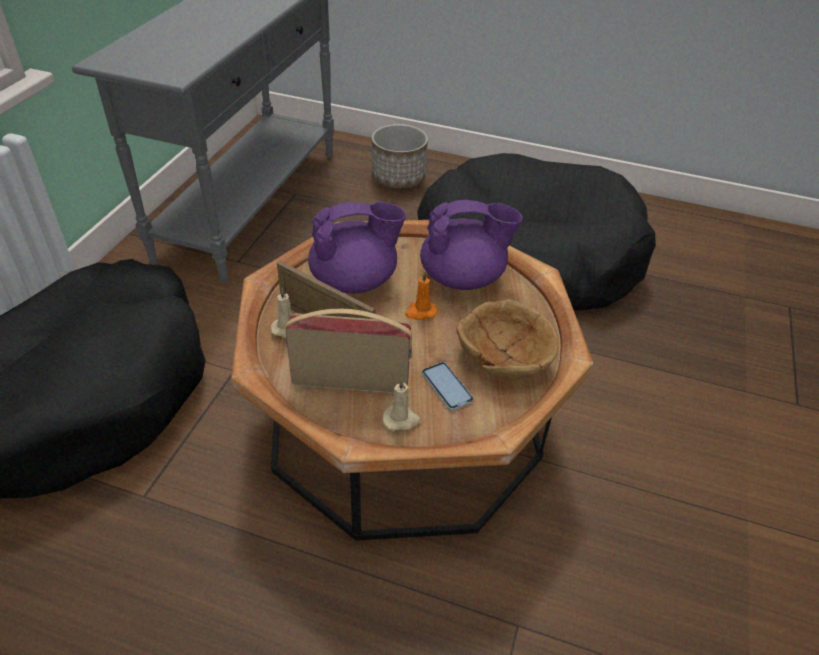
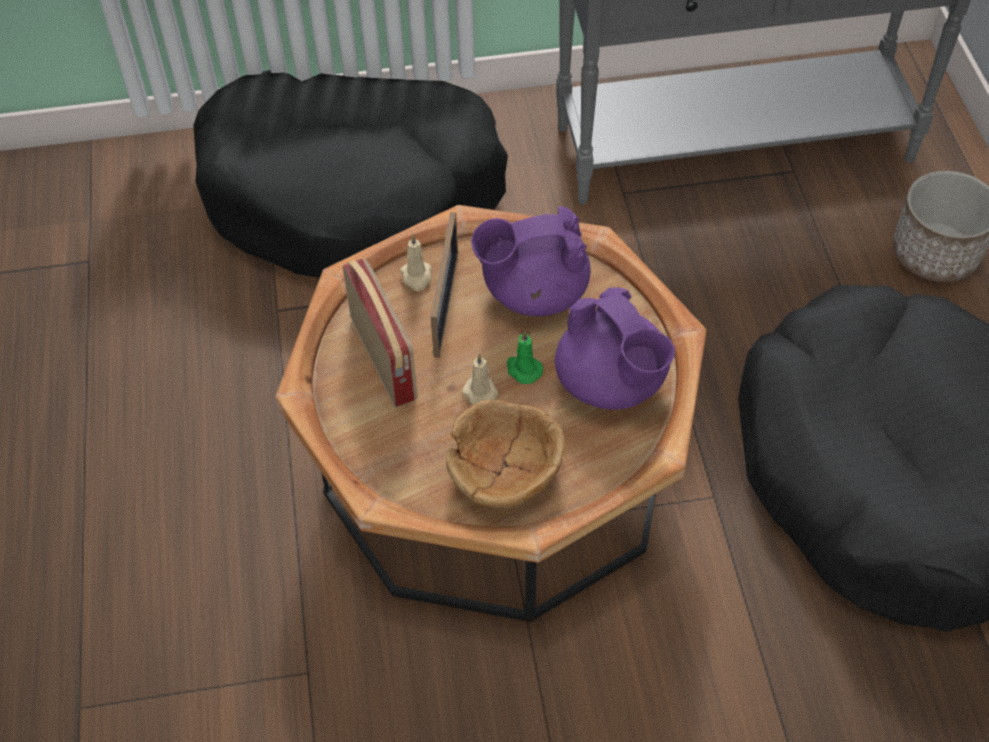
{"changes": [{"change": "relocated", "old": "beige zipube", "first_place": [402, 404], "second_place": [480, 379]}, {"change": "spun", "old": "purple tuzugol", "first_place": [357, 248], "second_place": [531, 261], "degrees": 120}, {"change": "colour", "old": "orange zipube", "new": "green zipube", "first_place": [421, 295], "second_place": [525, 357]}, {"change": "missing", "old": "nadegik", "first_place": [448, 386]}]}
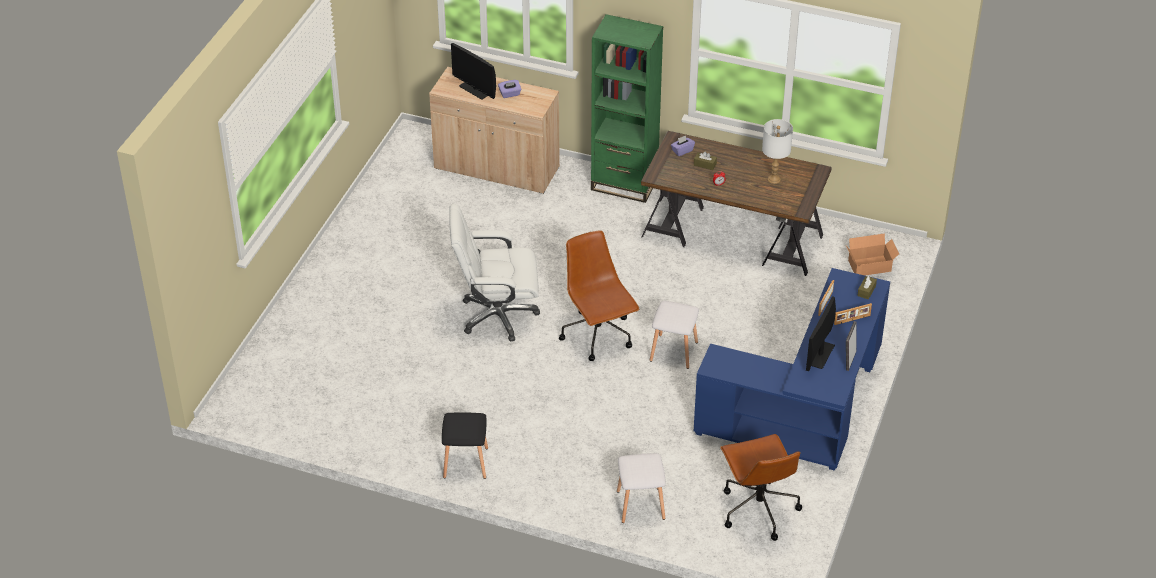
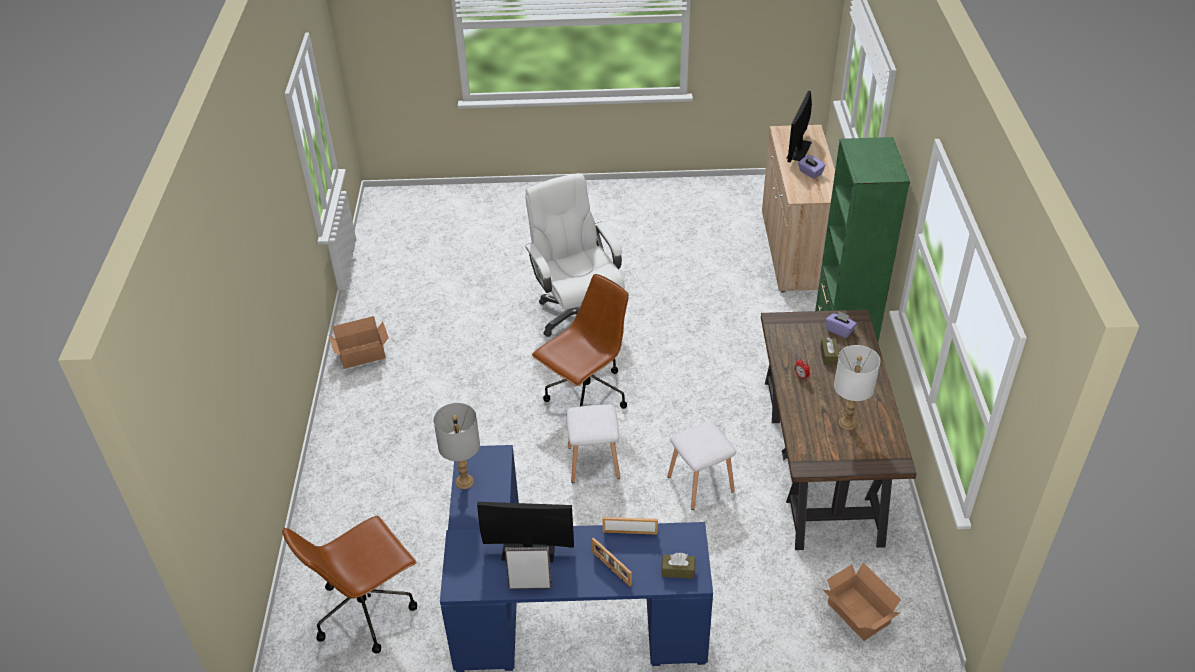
{"changes": [{"change": "exchanged", "old": "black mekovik", "new": "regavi", "first_place": [465, 445], "second_place": [359, 342]}, {"change": "appeared", "new": "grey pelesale", "second_place": [456, 446]}, {"change": "relocated", "old": "white mekovik", "first_place": [641, 488], "second_place": [701, 465]}]}
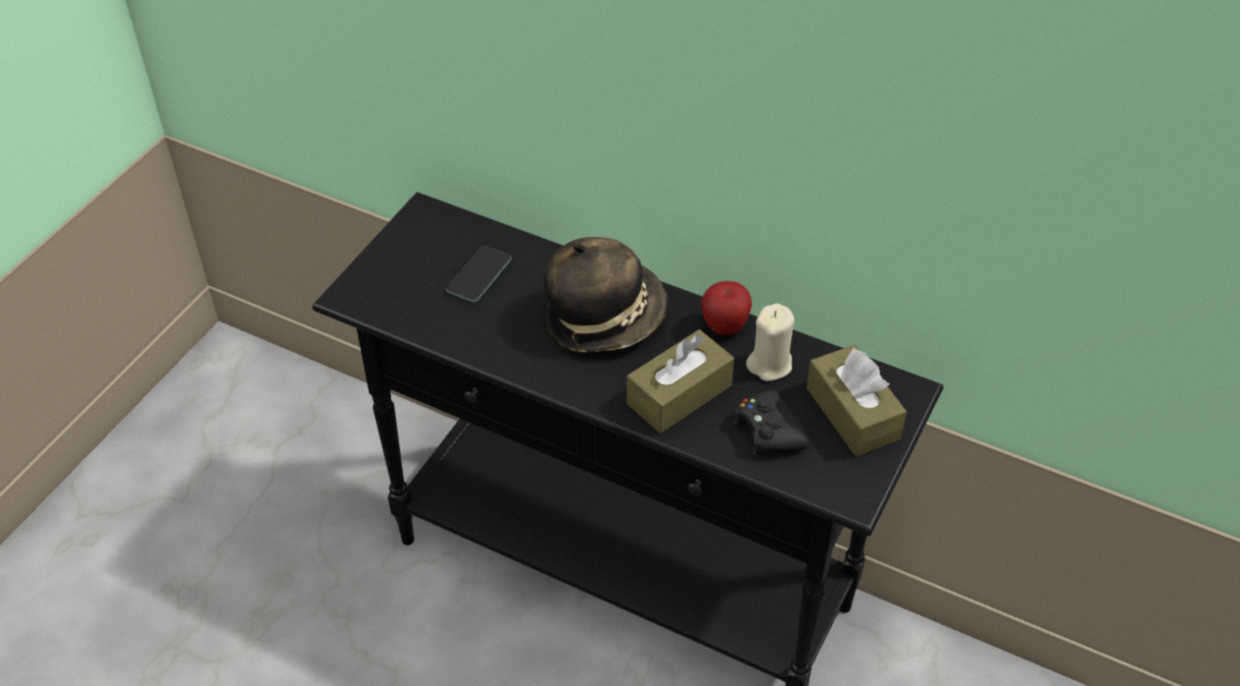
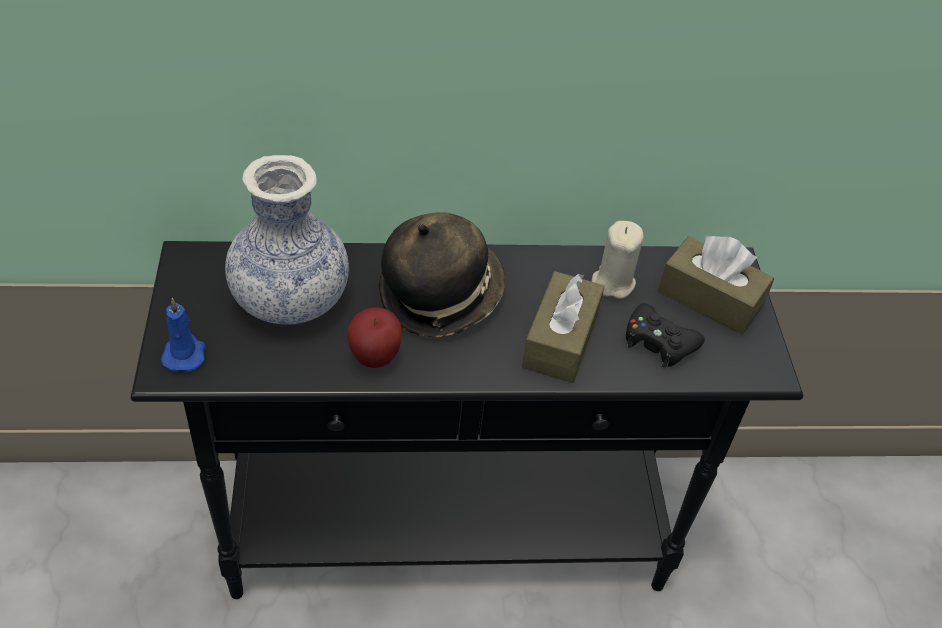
{"changes": [{"change": "appeared", "new": "blue zipube", "second_place": [183, 334]}, {"change": "exchanged", "old": "nadegik", "new": "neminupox", "first_place": [479, 274], "second_place": [287, 240]}, {"change": "relocated", "old": "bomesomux", "first_place": [726, 308], "second_place": [374, 337]}]}
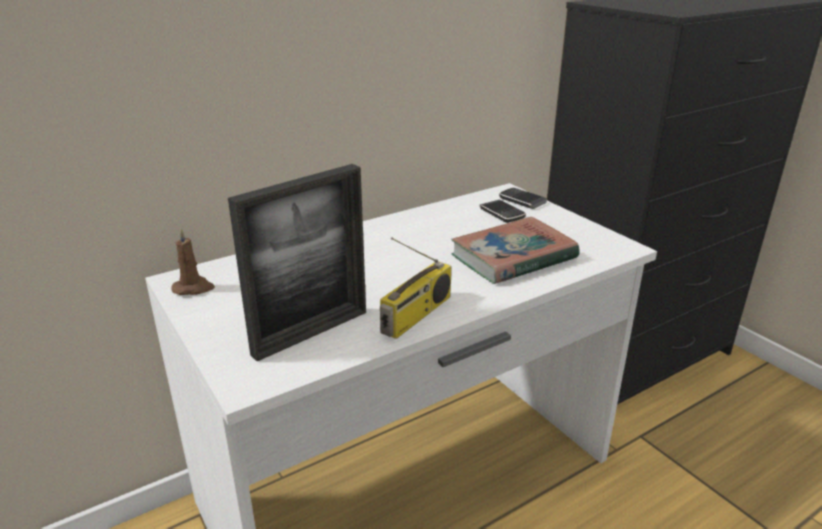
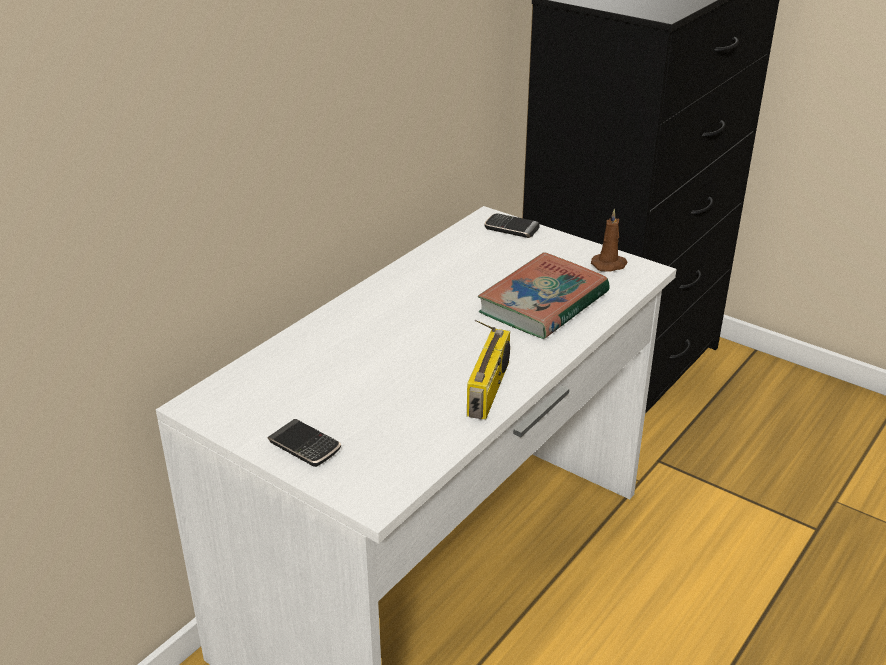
{"changes": [{"change": "relocated", "old": "nadegik", "first_place": [503, 211], "second_place": [304, 443]}, {"change": "relocated", "old": "brown zipube", "first_place": [193, 261], "second_place": [609, 240]}, {"change": "missing", "old": "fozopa", "first_place": [297, 262]}]}
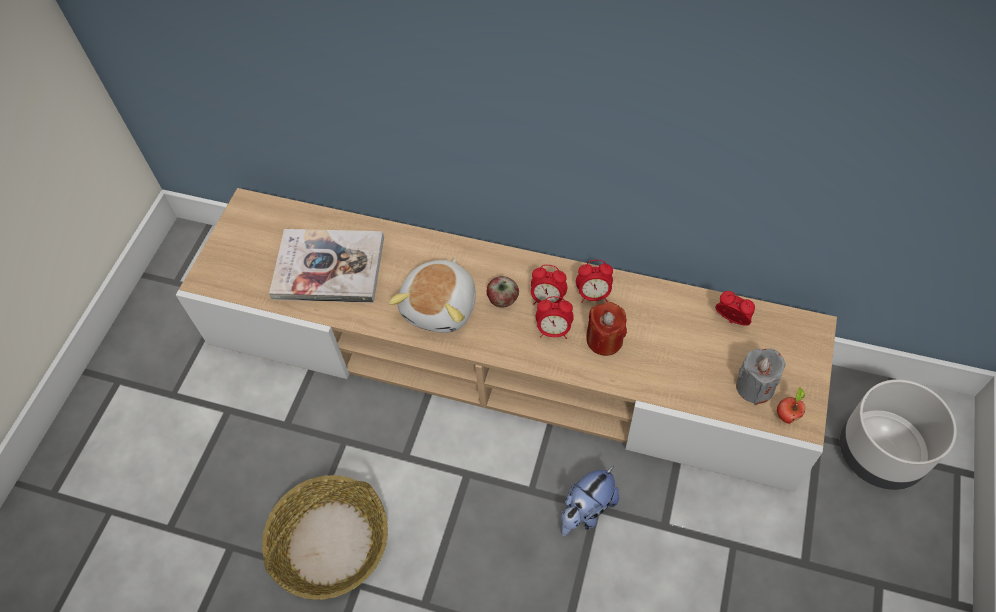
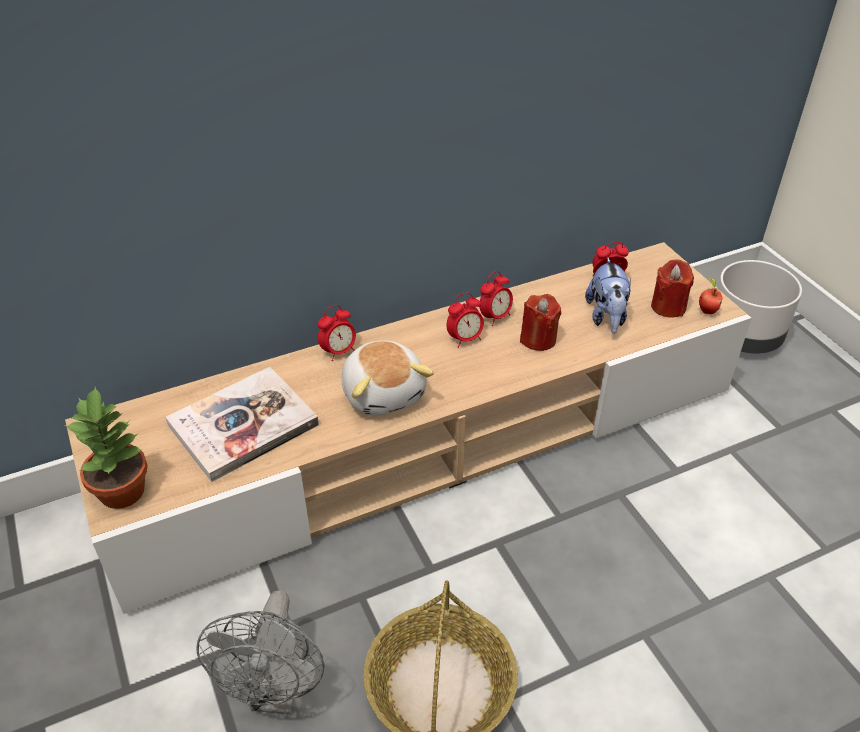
{"changes": [{"change": "appeared", "new": "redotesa", "second_place": [106, 447]}, {"change": "appeared", "new": "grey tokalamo", "second_place": [260, 652]}, {"change": "relocated", "old": "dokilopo", "first_place": [555, 317], "second_place": [337, 333]}, {"change": "relocated", "old": "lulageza", "first_place": [590, 501], "second_place": [608, 295]}, {"change": "colour", "old": "grey zipube", "new": "red zipube", "first_place": [761, 376], "second_place": [672, 288]}, {"change": "missing", "old": "bomesomux", "first_place": [503, 291]}]}
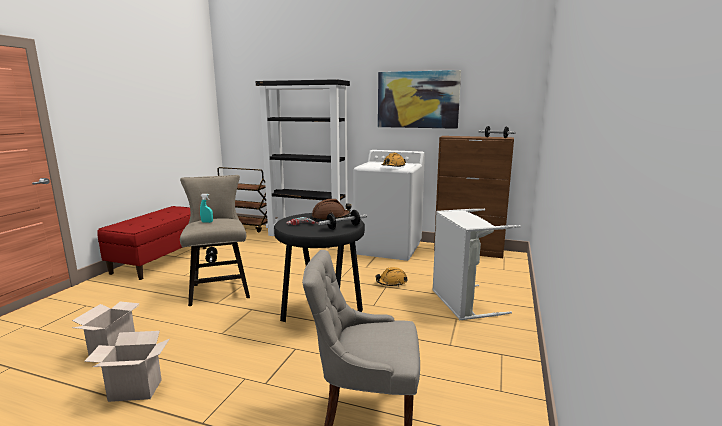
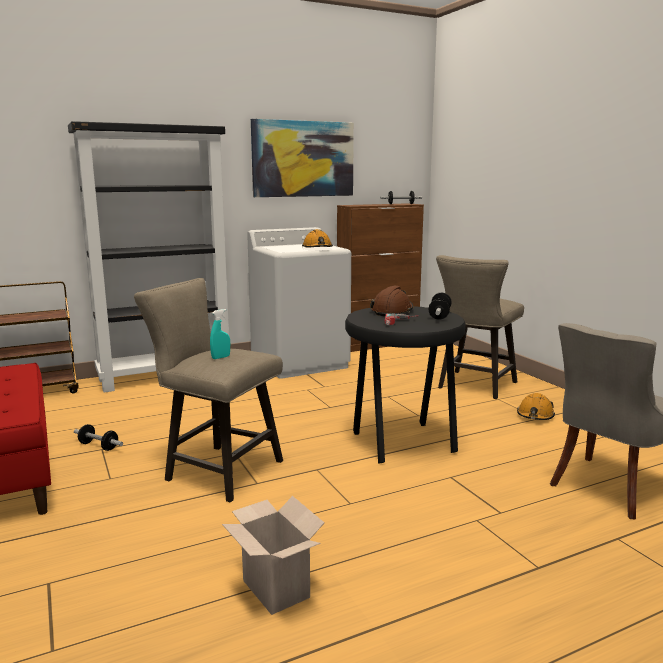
{"changes": [{"change": "exchanged", "old": "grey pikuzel", "new": "beige mekovik", "first_place": [477, 264], "second_place": [480, 327]}, {"change": "relocated", "old": "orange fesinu", "first_place": [392, 277], "second_place": [536, 406]}, {"change": "missing", "old": "regavi", "first_place": [126, 366]}]}
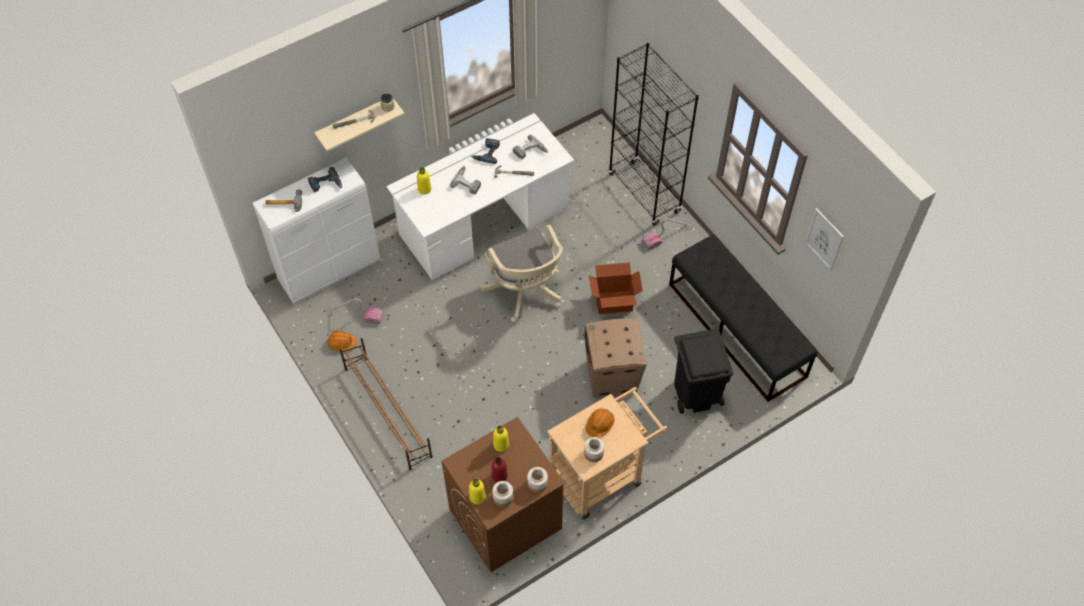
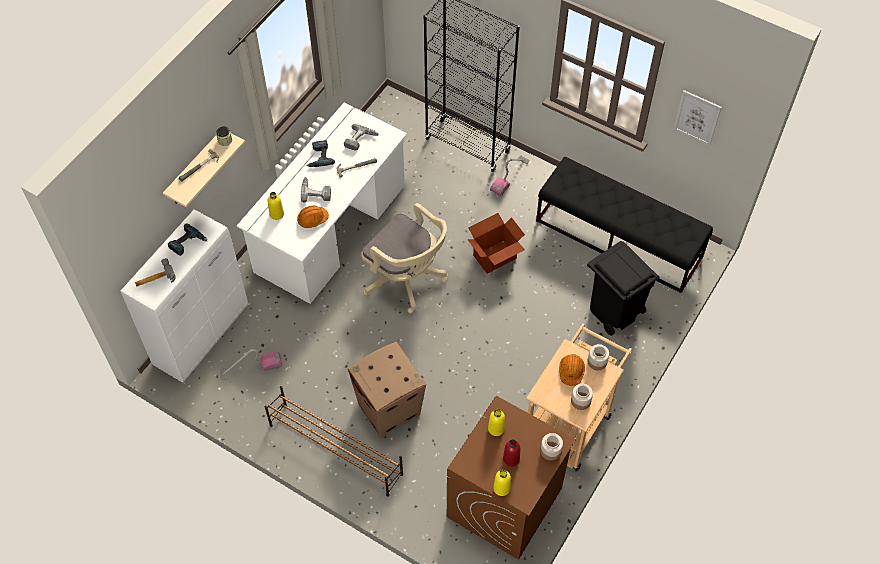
{"changes": [{"change": "relocated", "old": "orange fesinu", "first_place": [342, 341], "second_place": [313, 216]}, {"change": "relocated", "old": "regavi", "first_place": [615, 358], "second_place": [387, 389]}, {"change": "relocated", "old": "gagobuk", "first_place": [502, 494], "second_place": [598, 357]}]}
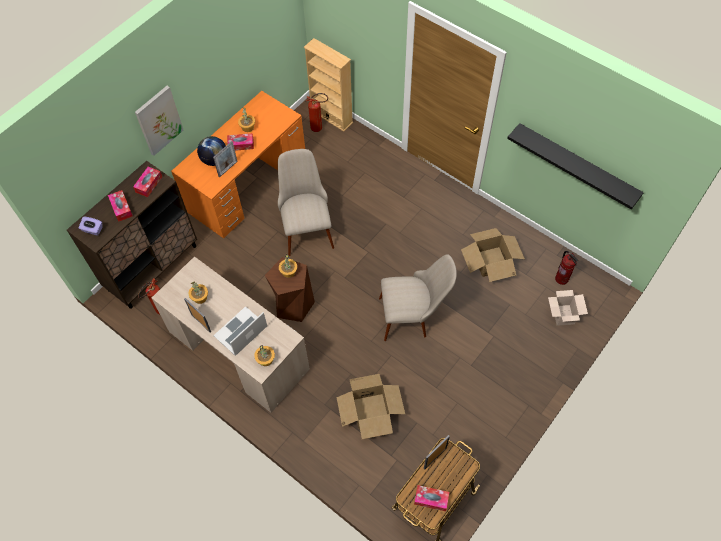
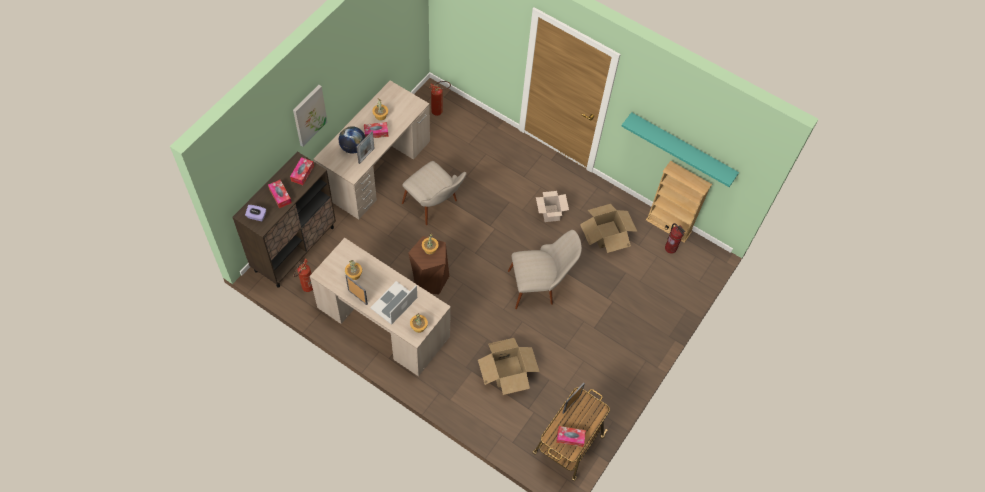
{"changes": [{"change": "colour", "old": "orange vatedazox", "new": "beige vatedazox", "first_place": [238, 164], "second_place": [371, 150]}, {"change": "spun", "old": "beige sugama", "first_place": [306, 203], "second_place": [434, 193], "degrees": 150}, {"change": "relocated", "old": "regavi", "first_place": [568, 308], "second_place": [552, 206]}, {"change": "colour", "old": "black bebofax", "new": "turquoise bebofax", "first_place": [575, 166], "second_place": [680, 149]}, {"change": "relocated", "old": "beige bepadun", "first_place": [328, 85], "second_place": [679, 202]}]}
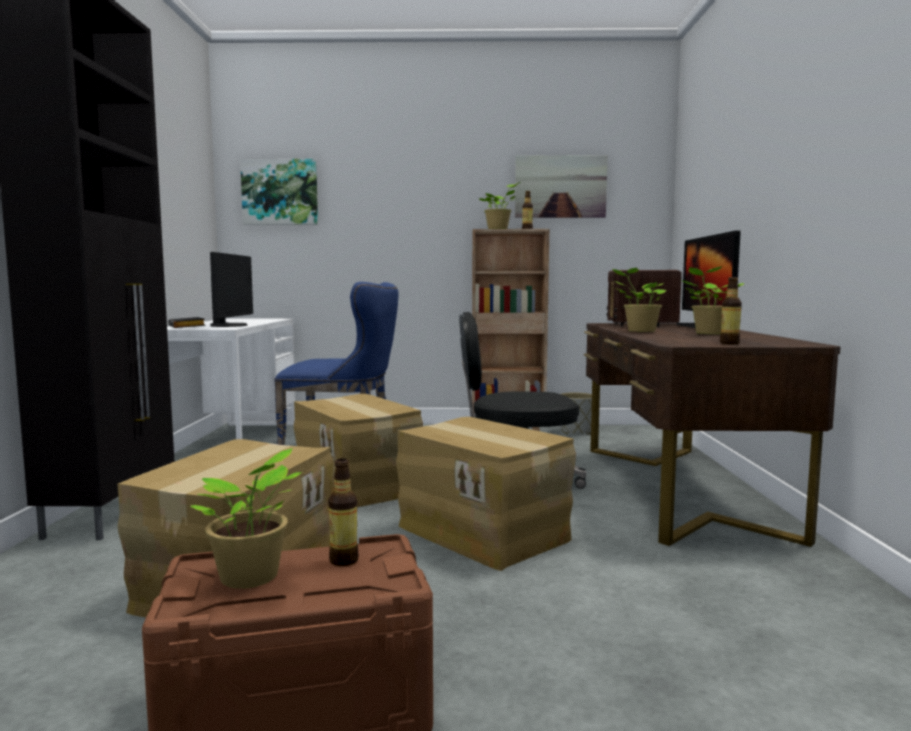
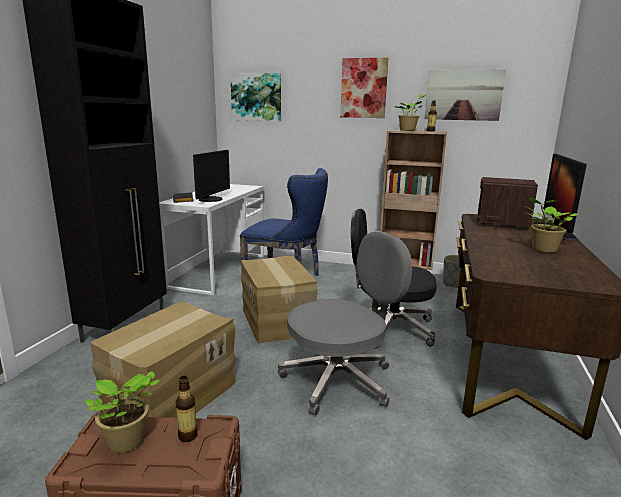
{"changes": [{"change": "exchanged", "old": "regavi", "new": "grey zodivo", "first_place": [486, 494], "second_place": [345, 323]}, {"change": "appeared", "new": "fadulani", "second_place": [364, 88]}, {"change": "missing", "old": "redotesa", "first_place": [639, 300]}, {"change": "missing", "old": "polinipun", "first_place": [731, 310]}]}
